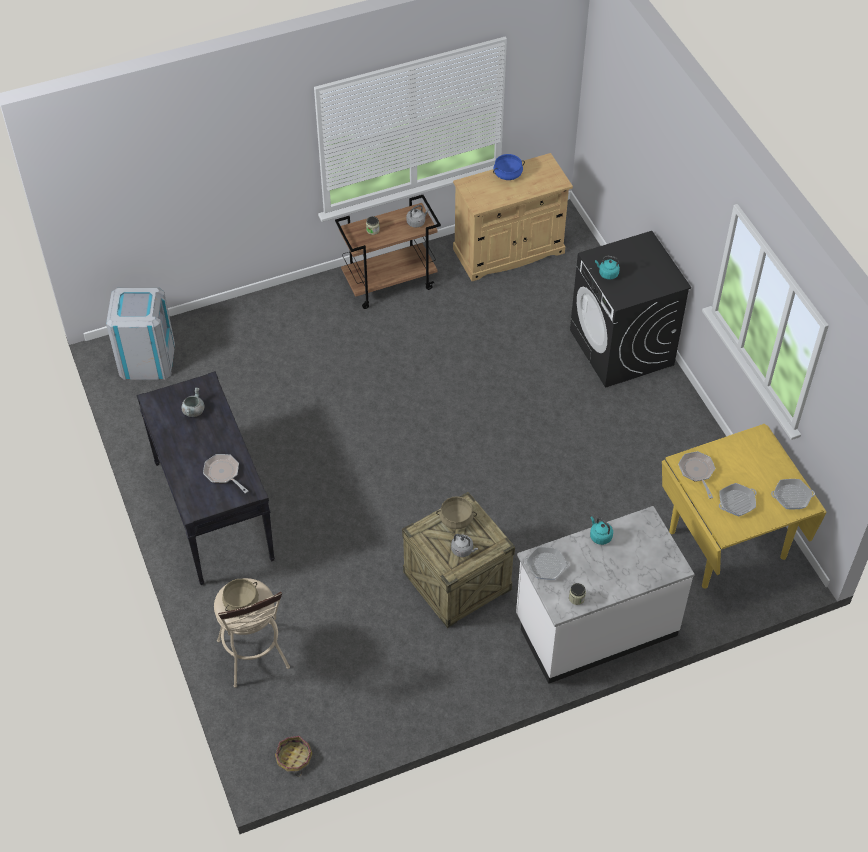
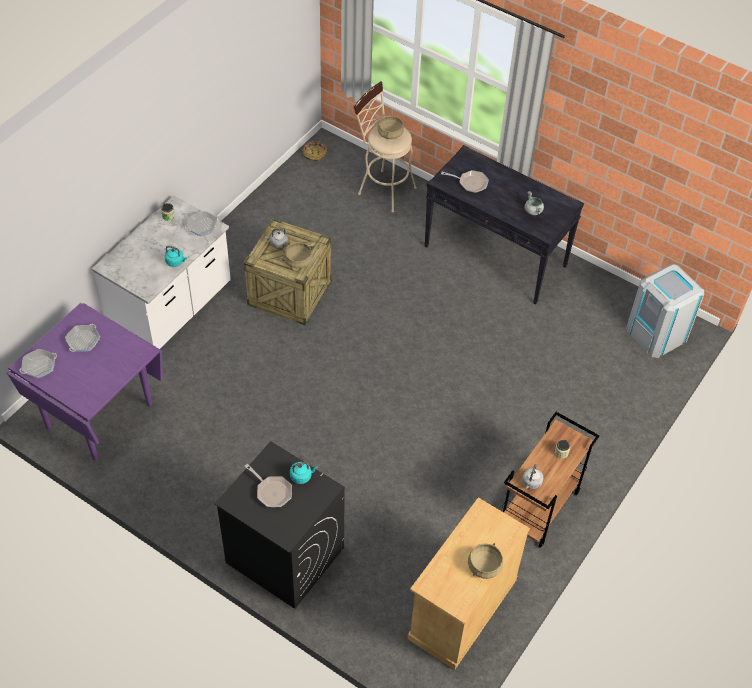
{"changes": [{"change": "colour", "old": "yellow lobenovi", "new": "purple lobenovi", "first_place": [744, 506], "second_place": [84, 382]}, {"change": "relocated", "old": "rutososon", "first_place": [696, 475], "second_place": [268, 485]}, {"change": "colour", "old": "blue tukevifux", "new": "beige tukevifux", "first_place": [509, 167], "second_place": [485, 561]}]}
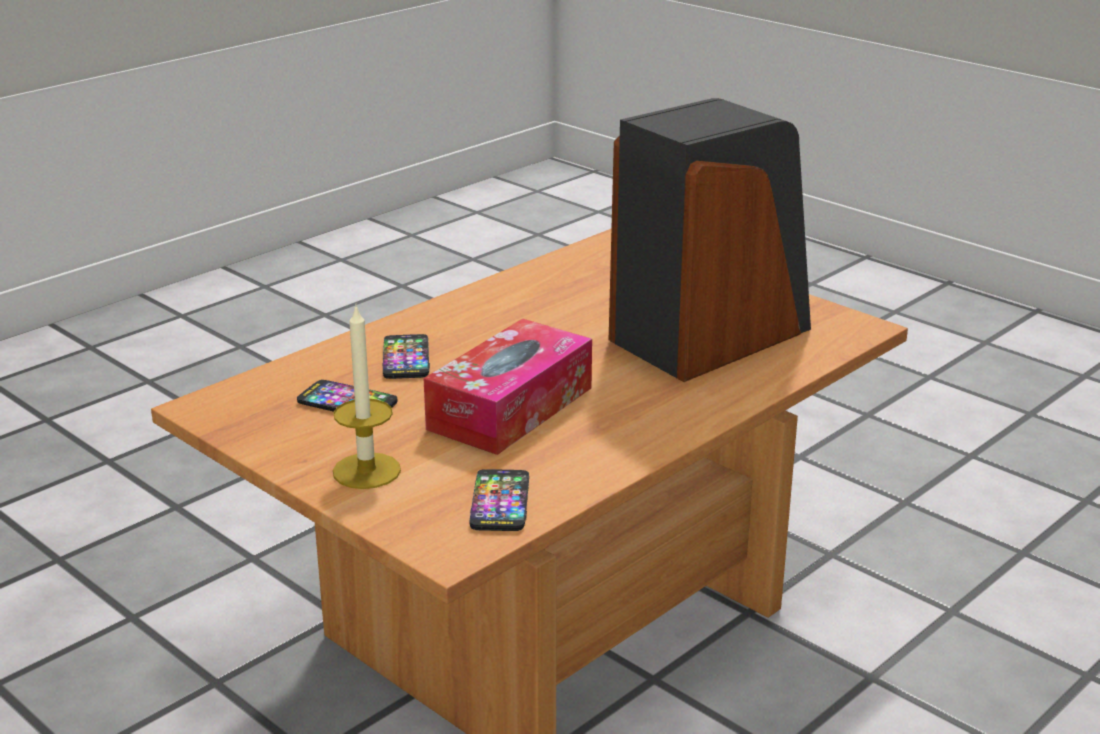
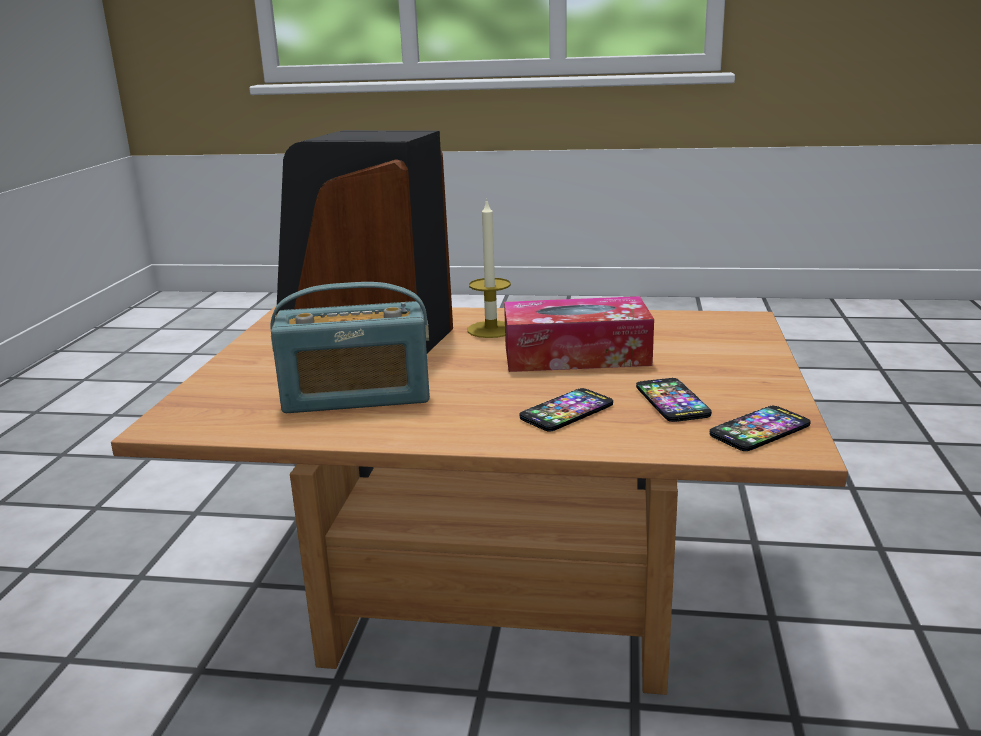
{"changes": [{"change": "appeared", "new": "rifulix", "second_place": [350, 347]}, {"change": "relocated", "old": "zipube", "first_place": [367, 396], "second_place": [489, 268]}, {"change": "relocated", "old": "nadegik", "first_place": [499, 500], "second_place": [760, 428]}]}
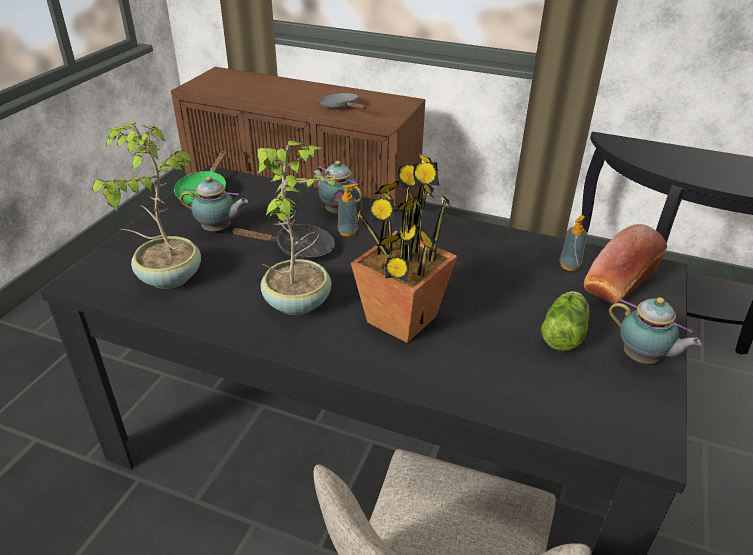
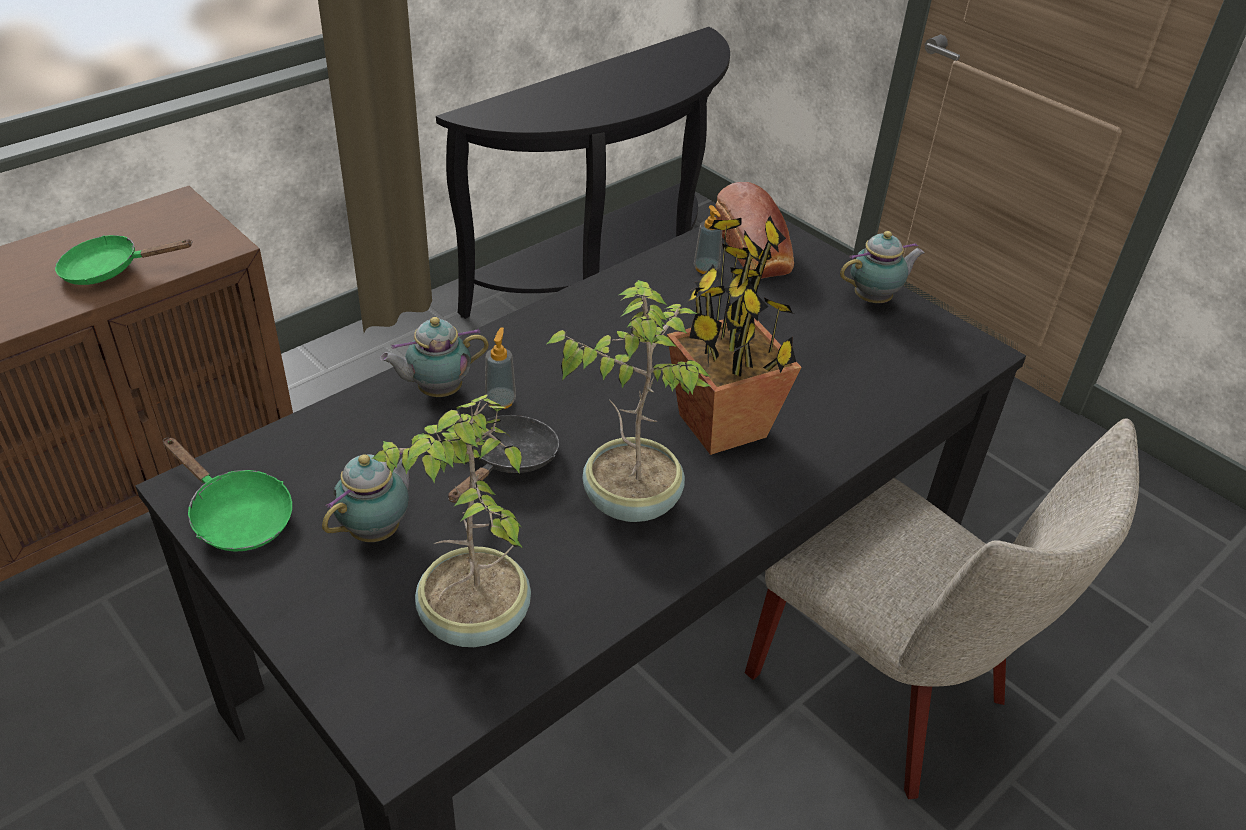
{"changes": [{"change": "colour", "old": "grey rutososon", "new": "green rutososon", "first_place": [342, 101], "second_place": [124, 260]}, {"change": "missing", "old": "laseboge", "first_place": [565, 321]}]}
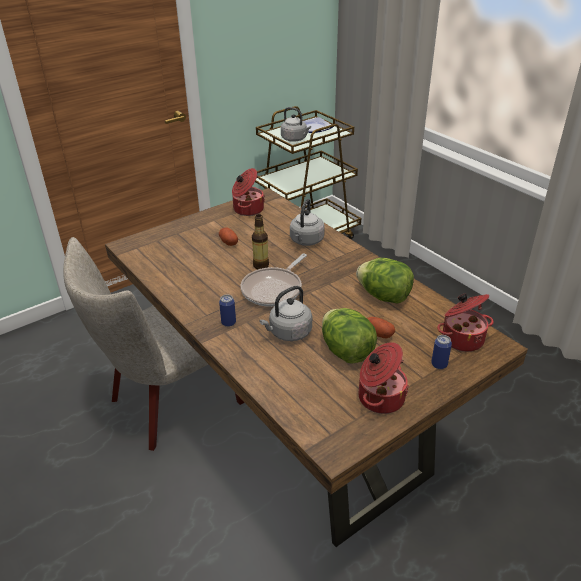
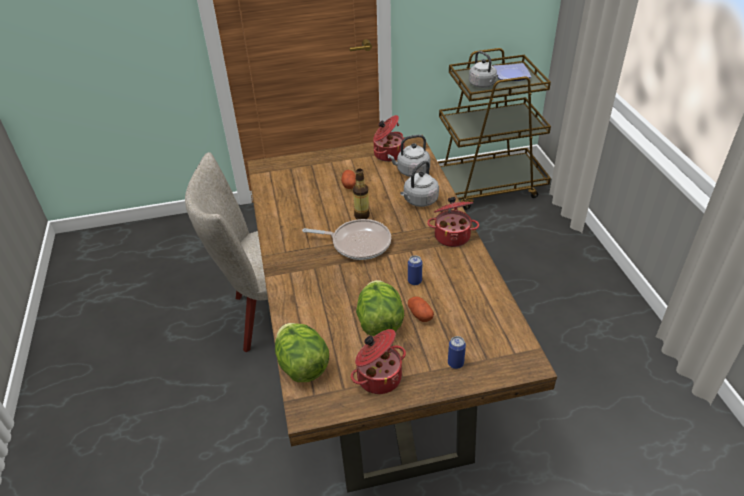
{"changes": [{"change": "relocated", "old": "laseboge", "first_place": [385, 280], "second_place": [302, 352]}, {"change": "spun", "old": "rutososon", "first_place": [274, 280], "second_place": [346, 239], "degrees": -135}, {"change": "relocated", "old": "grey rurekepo", "first_place": [285, 313], "second_place": [408, 156]}, {"change": "relocated", "old": "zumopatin", "first_place": [227, 311], "second_place": [415, 270]}, {"change": "relocated", "old": "tukevifux", "first_place": [465, 323], "second_place": [453, 222]}]}
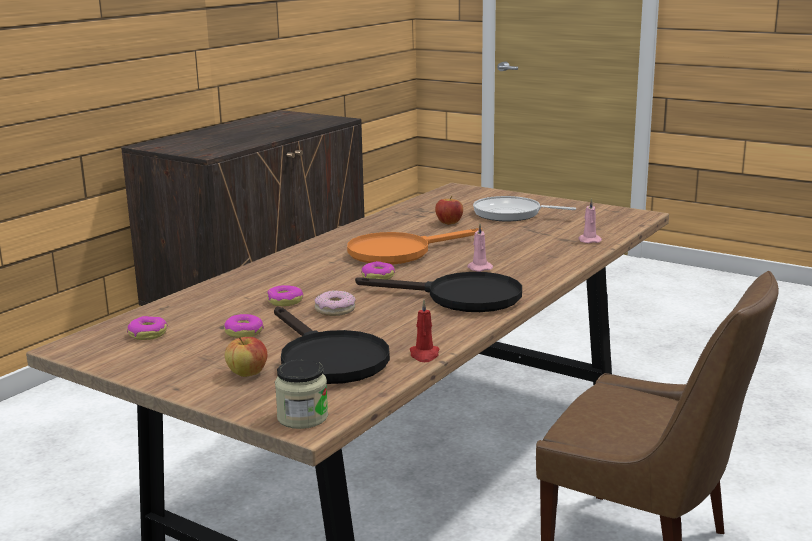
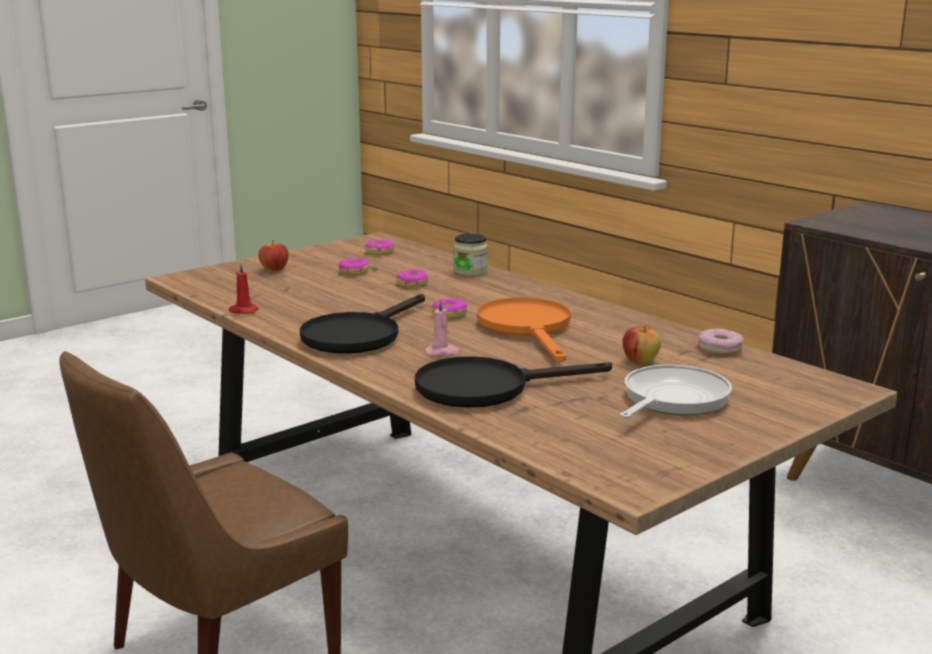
{"changes": [{"change": "relocated", "old": "black rutososon", "first_place": [332, 345], "second_place": [513, 382]}, {"change": "relocated", "old": "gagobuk", "first_place": [301, 394], "second_place": [471, 254]}, {"change": "relocated", "old": "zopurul", "first_place": [335, 303], "second_place": [721, 341]}, {"change": "missing", "old": "pink zipube", "first_place": [590, 220]}]}
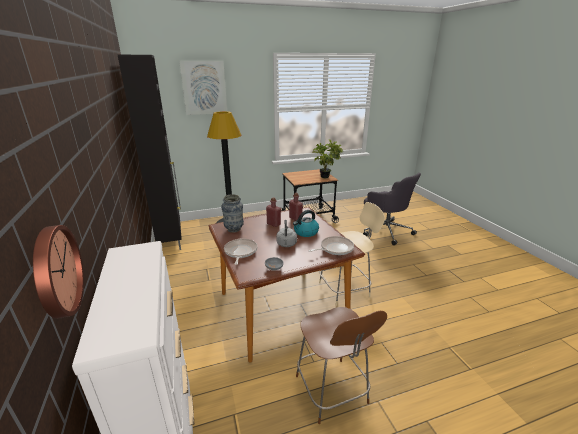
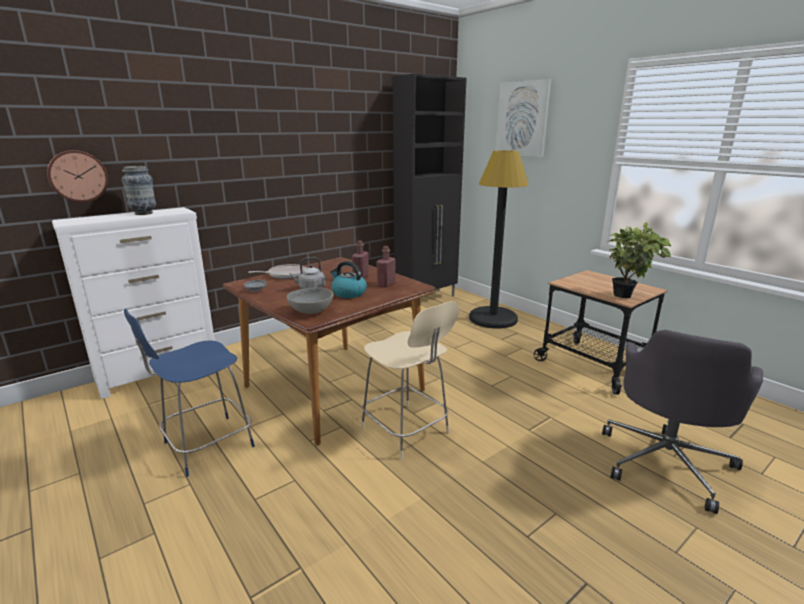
{"changes": [{"change": "relocated", "old": "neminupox", "first_place": [232, 213], "second_place": [139, 190]}, {"change": "colour", "old": "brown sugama", "new": "blue sugama", "first_place": [341, 365], "second_place": [189, 392]}, {"change": "exchanged", "old": "rutososon", "new": "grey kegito", "first_place": [331, 245], "second_place": [310, 300]}]}
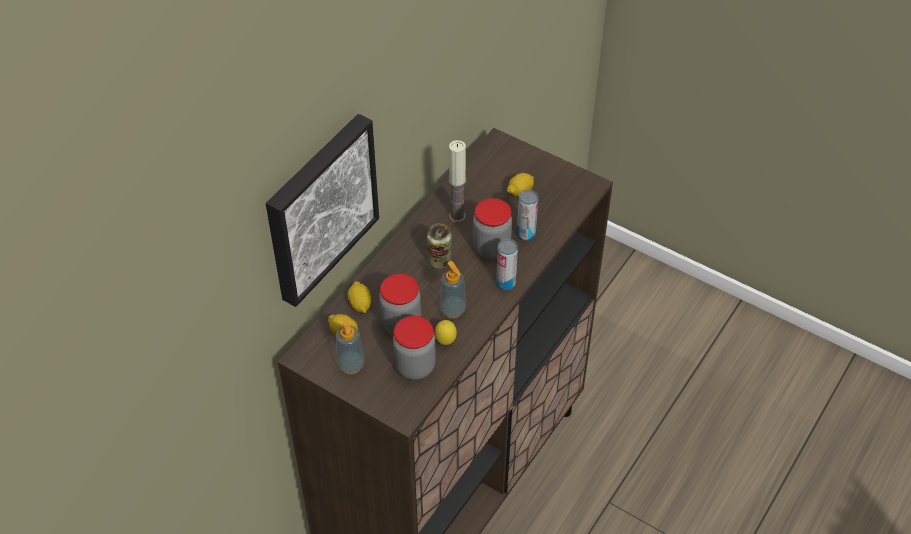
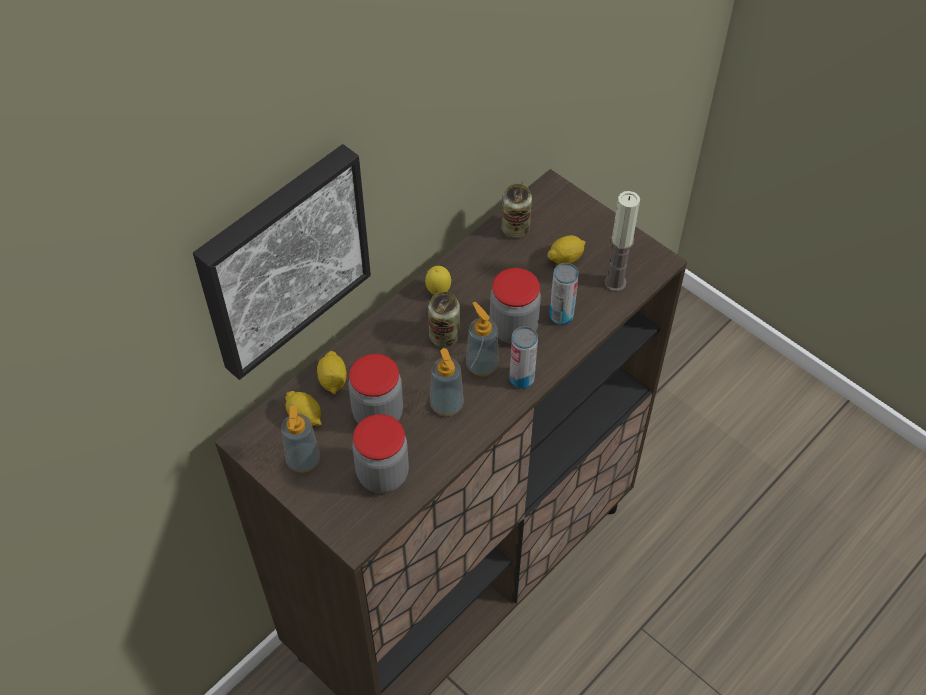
{"changes": [{"change": "relocated", "old": "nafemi", "first_place": [446, 332], "second_place": [438, 280]}, {"change": "appeared", "new": "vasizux", "second_place": [482, 339]}, {"change": "appeared", "new": "zumopatin", "second_place": [516, 211]}, {"change": "relocated", "old": "zipube", "first_place": [457, 181], "second_place": [622, 241]}]}
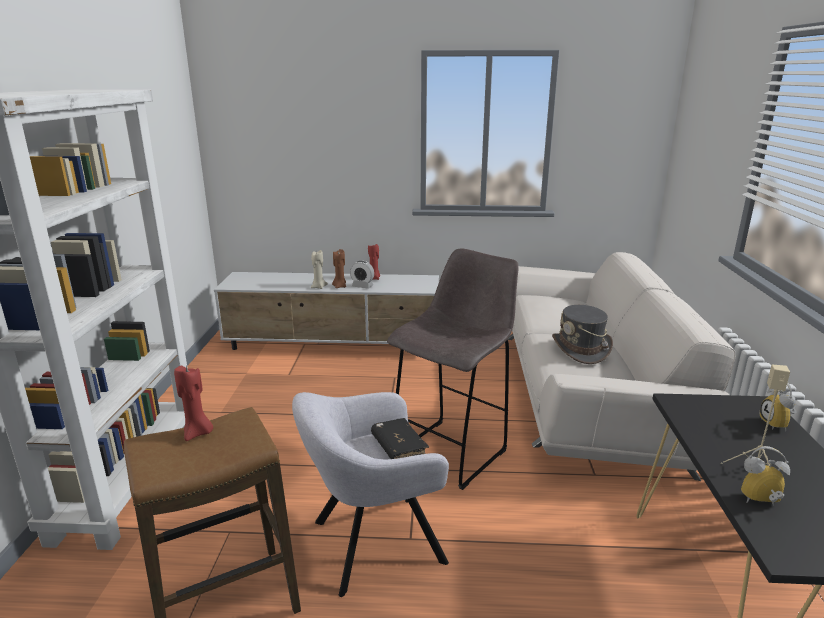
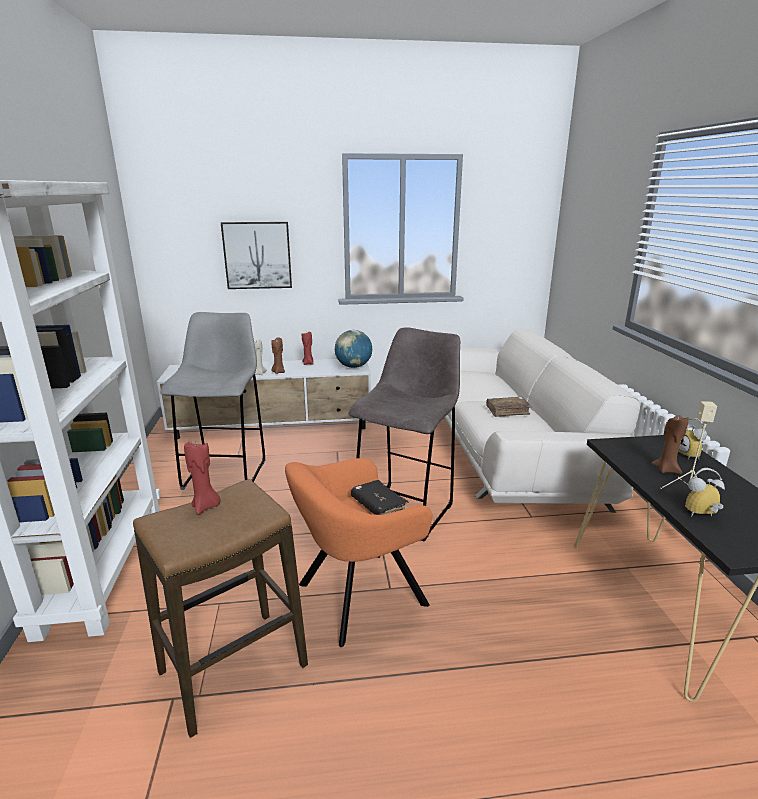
{"changes": [{"change": "appeared", "new": "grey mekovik", "second_place": [213, 401]}, {"change": "appeared", "new": "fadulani", "second_place": [256, 255]}, {"change": "colour", "old": "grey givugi", "new": "orange givugi", "first_place": [370, 494], "second_place": [359, 552]}, {"change": "appeared", "new": "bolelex", "second_place": [353, 349]}, {"change": "exchanged", "old": "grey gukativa", "new": "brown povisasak", "first_place": [582, 334], "second_place": [509, 407]}, {"change": "appeared", "new": "brown zipube", "second_place": [670, 444]}, {"change": "missing", "old": "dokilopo", "first_place": [362, 275]}]}
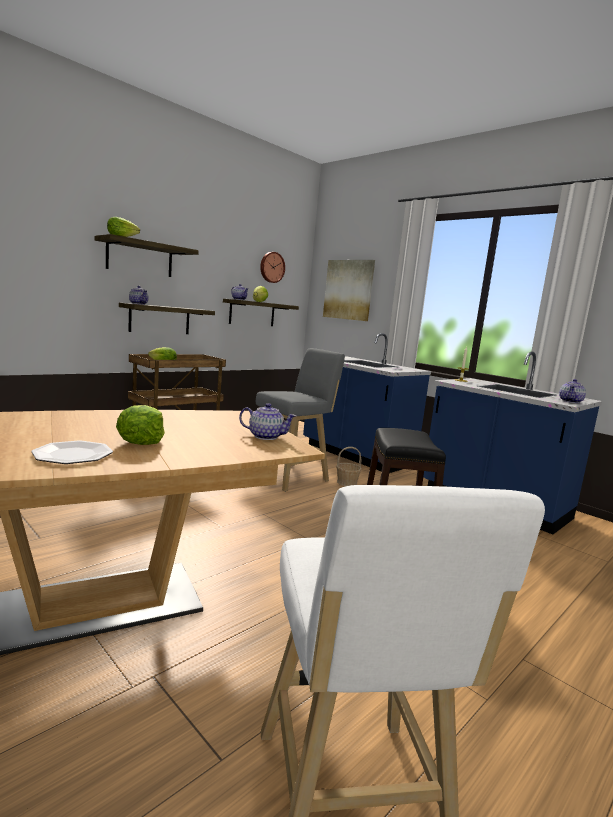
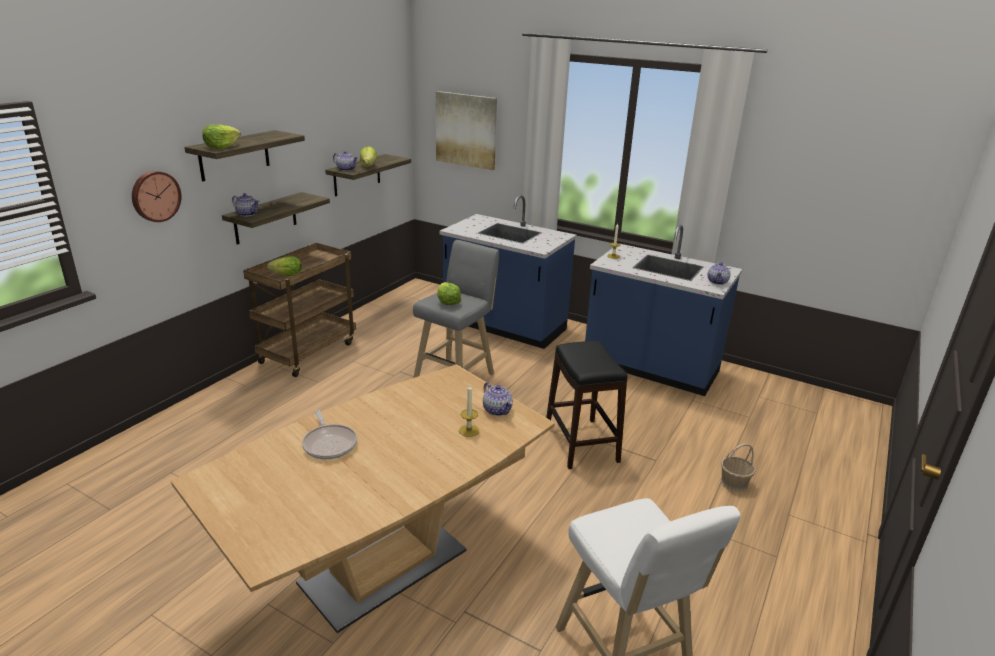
{"changes": [{"change": "relocated", "old": "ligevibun", "first_place": [272, 267], "second_place": [157, 196]}, {"change": "appeared", "new": "rutososon", "second_place": [329, 434]}, {"change": "relocated", "old": "laseboge", "first_place": [140, 425], "second_place": [449, 293]}, {"change": "appeared", "new": "zipube", "second_place": [469, 411]}, {"change": "spun", "old": "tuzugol", "first_place": [267, 421], "second_place": [498, 399], "degrees": 60}, {"change": "relocated", "old": "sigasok", "first_place": [349, 466], "second_place": [738, 467]}, {"change": "missing", "old": "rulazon", "first_place": [72, 452]}]}
